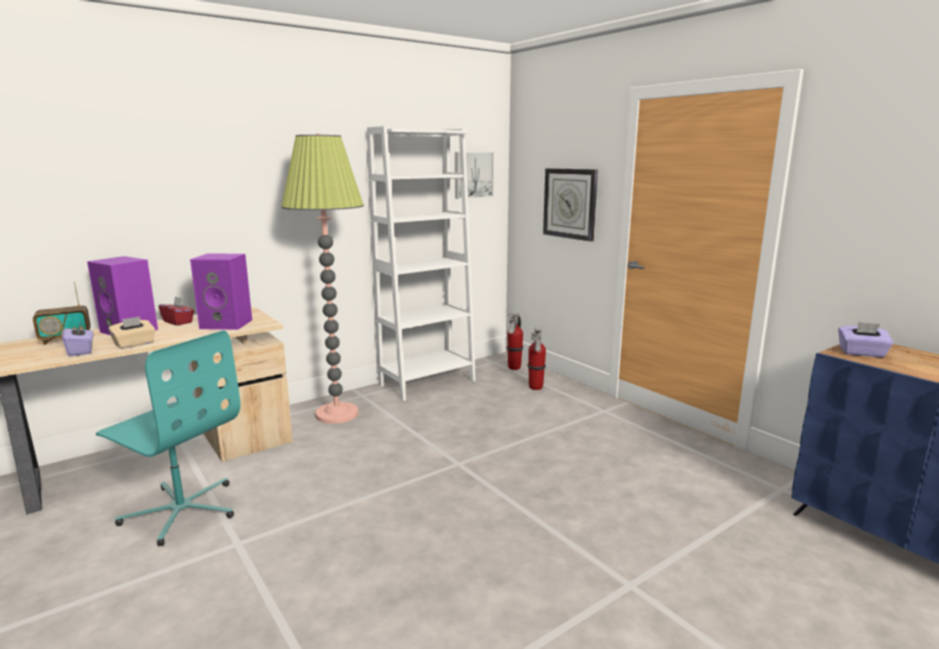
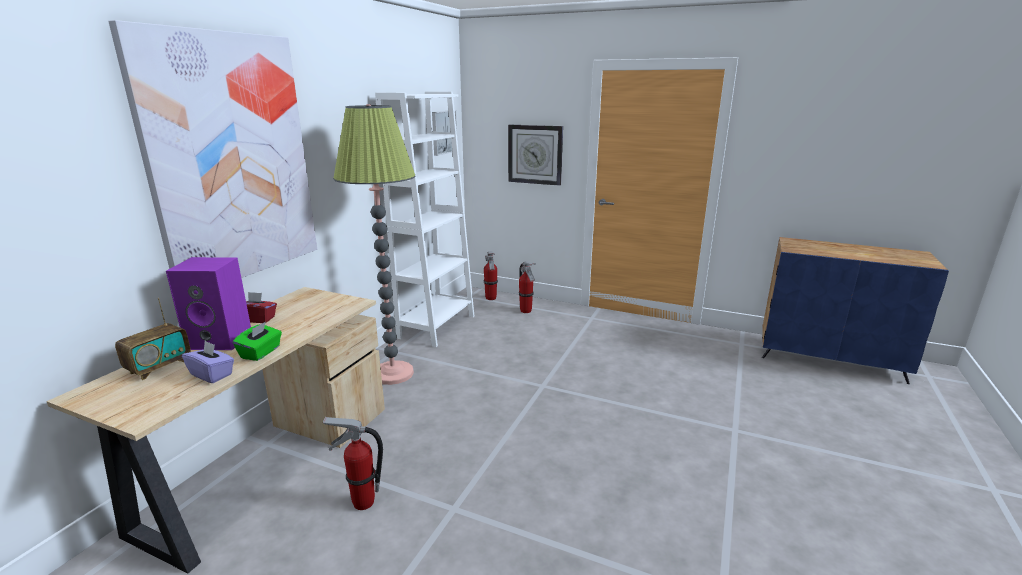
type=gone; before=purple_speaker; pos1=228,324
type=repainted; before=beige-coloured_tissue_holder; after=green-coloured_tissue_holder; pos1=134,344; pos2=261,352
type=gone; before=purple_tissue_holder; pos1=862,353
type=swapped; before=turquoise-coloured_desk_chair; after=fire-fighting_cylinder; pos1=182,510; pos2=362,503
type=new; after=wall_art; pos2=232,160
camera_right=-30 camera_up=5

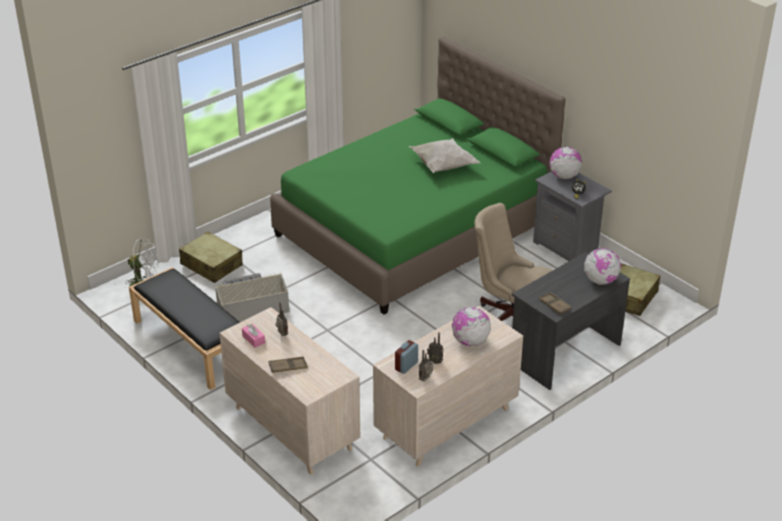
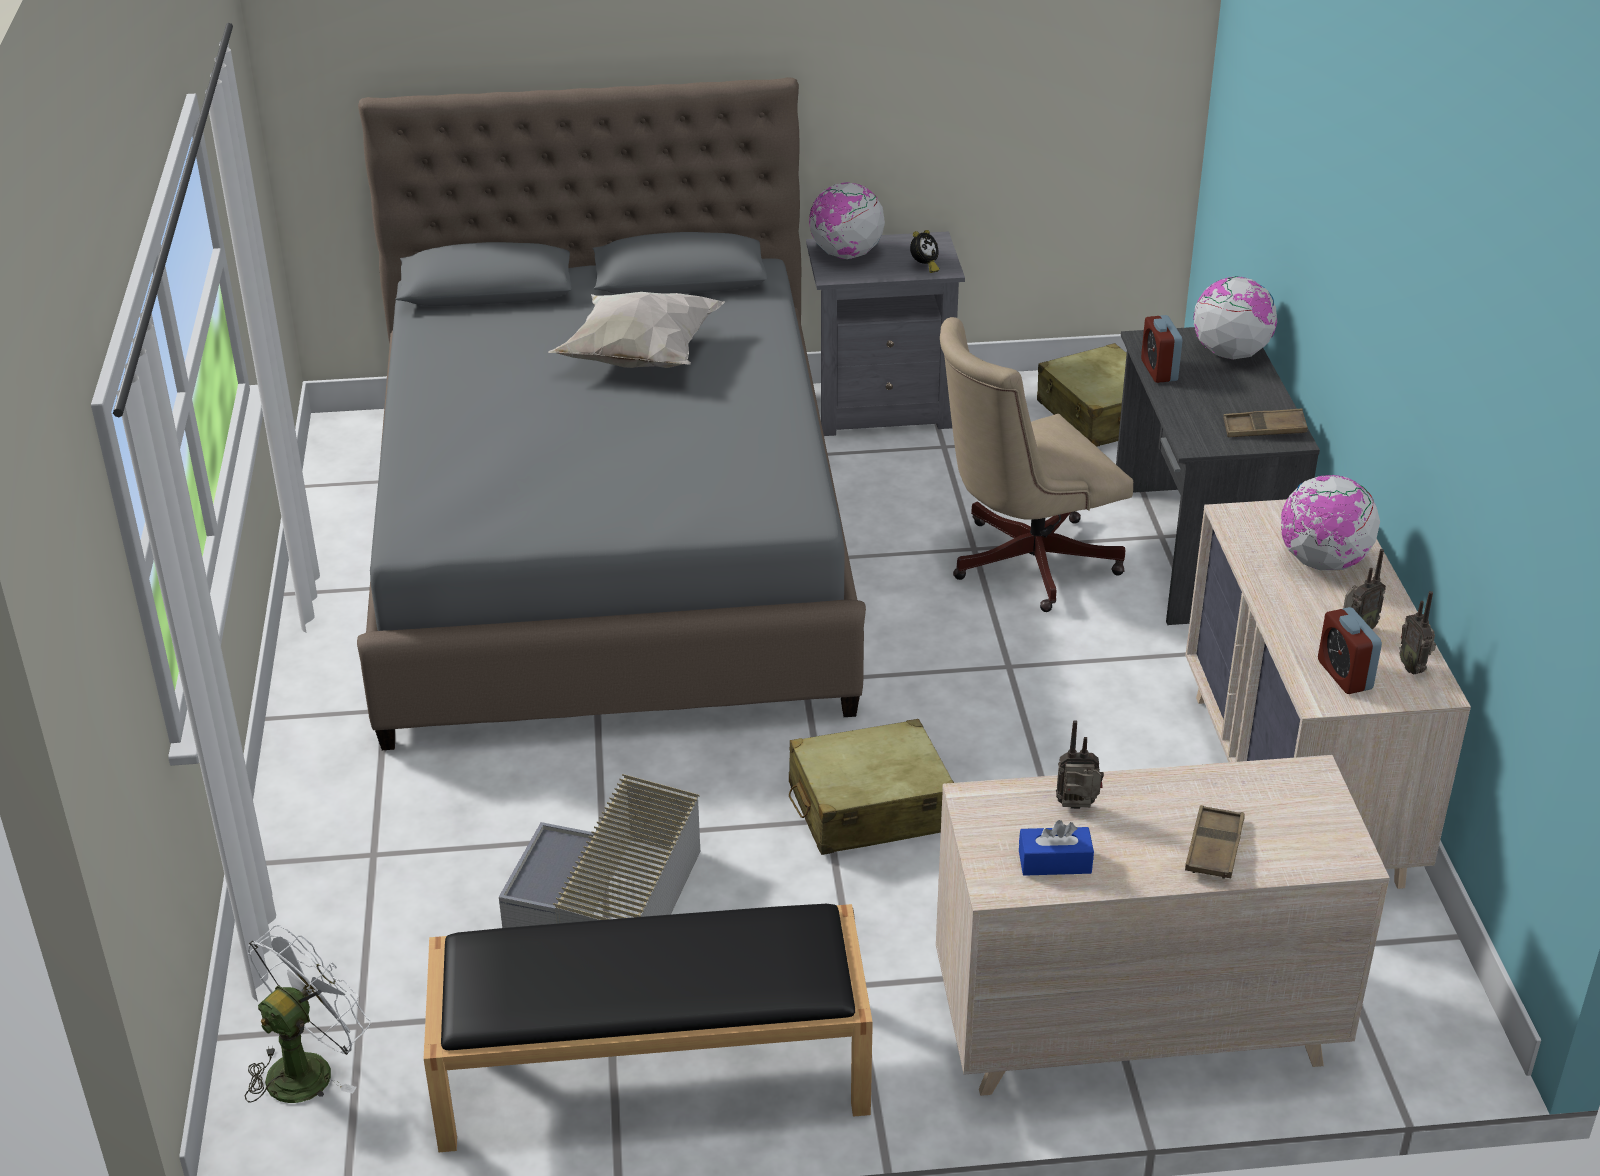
type=repainted; before=green-coloured_bedroom_bed; after=gray_bedroom_bed; pos1=415,230; pos2=611,550
type=shifted; before=beige-coloured_piece_of_luggage; pos1=211,265; pos2=869,808
type=repainted; before=pinkish_tissue_holder; after=blue_tissue_holder; pos1=253,339; pos2=1054,862
type=new; after=table_clock; pos2=1159,370
camera_right=-55 camera_up=0

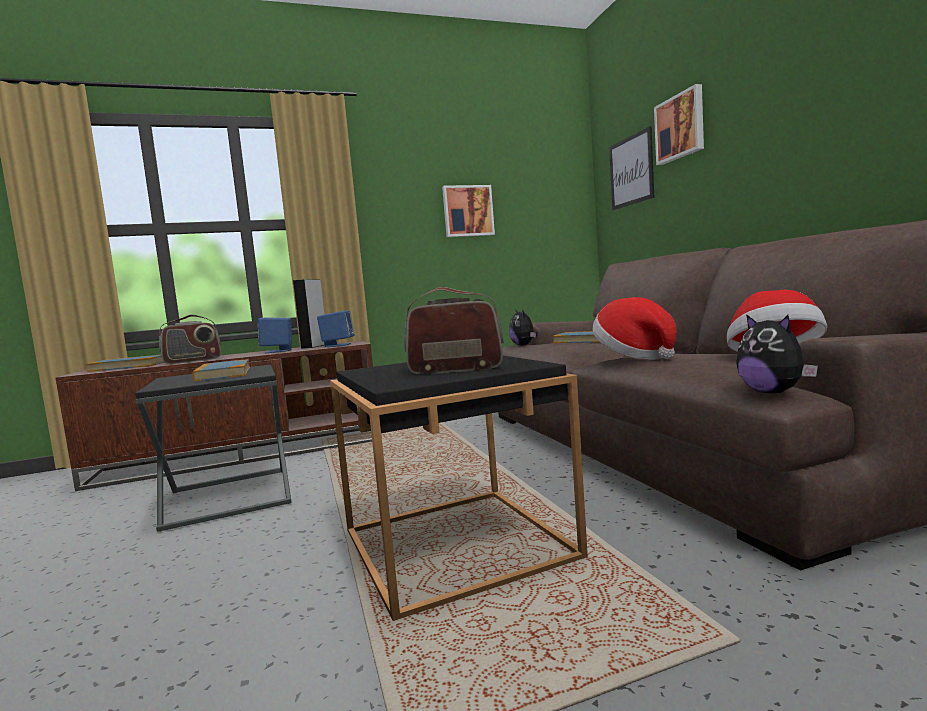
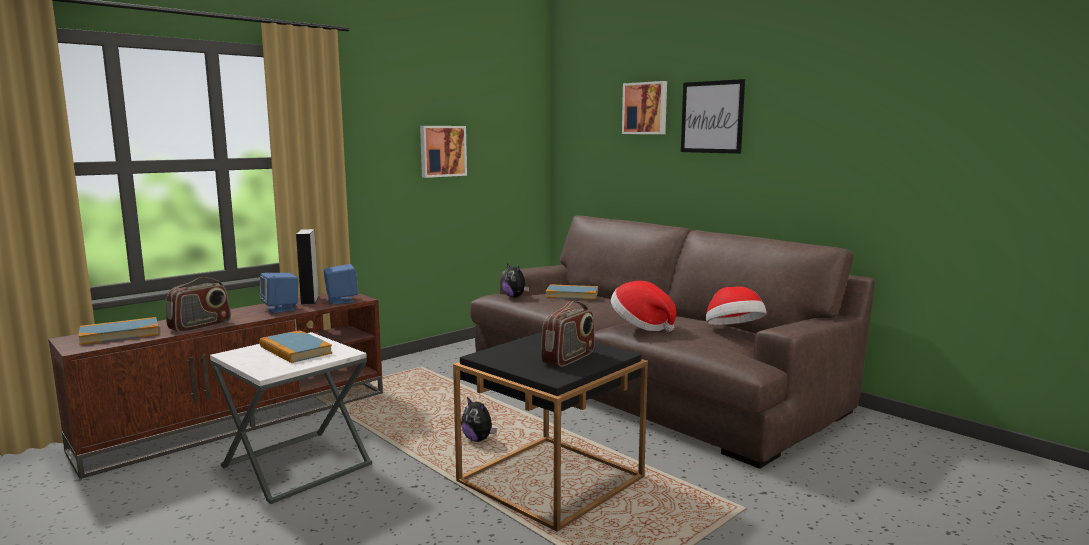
type=shifted; before=wall_art; pos1=631,171; pos2=712,117
type=rotated; before=radio_receiver; pos1=456,369; pos2=569,358; turn=150
type=shifted; before=cuddly_toy; pos1=772,392; pos2=478,439
type=repainted; before=black_side_table; after=white-coloured_side_table; pos1=229,497; pos2=297,466
camera_right=-25 camera_up=5

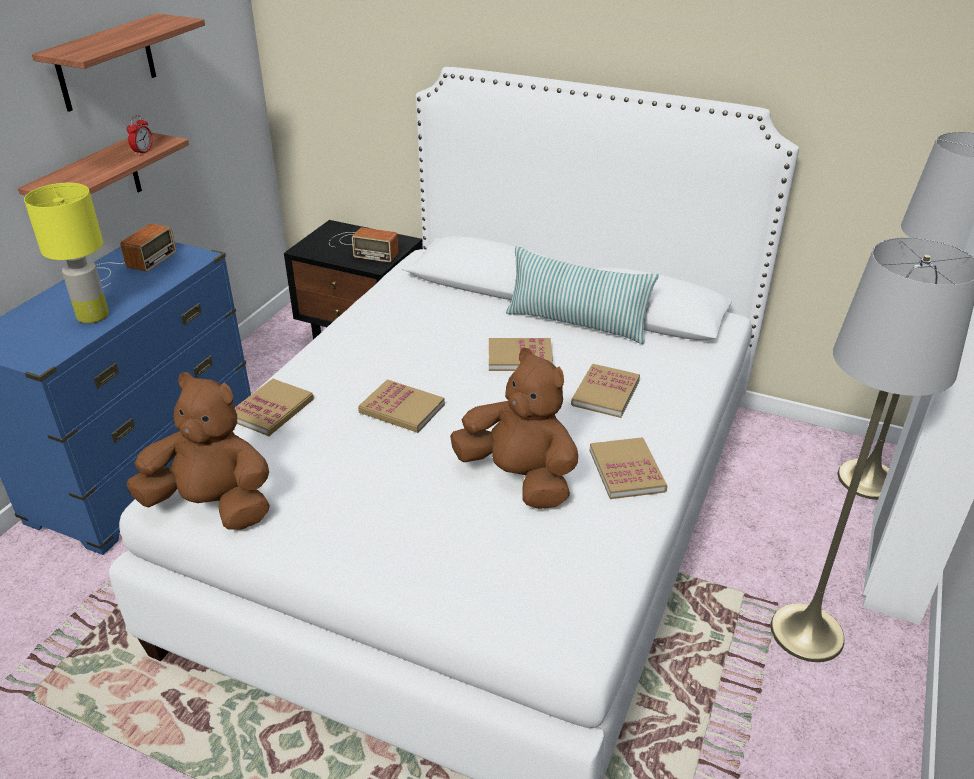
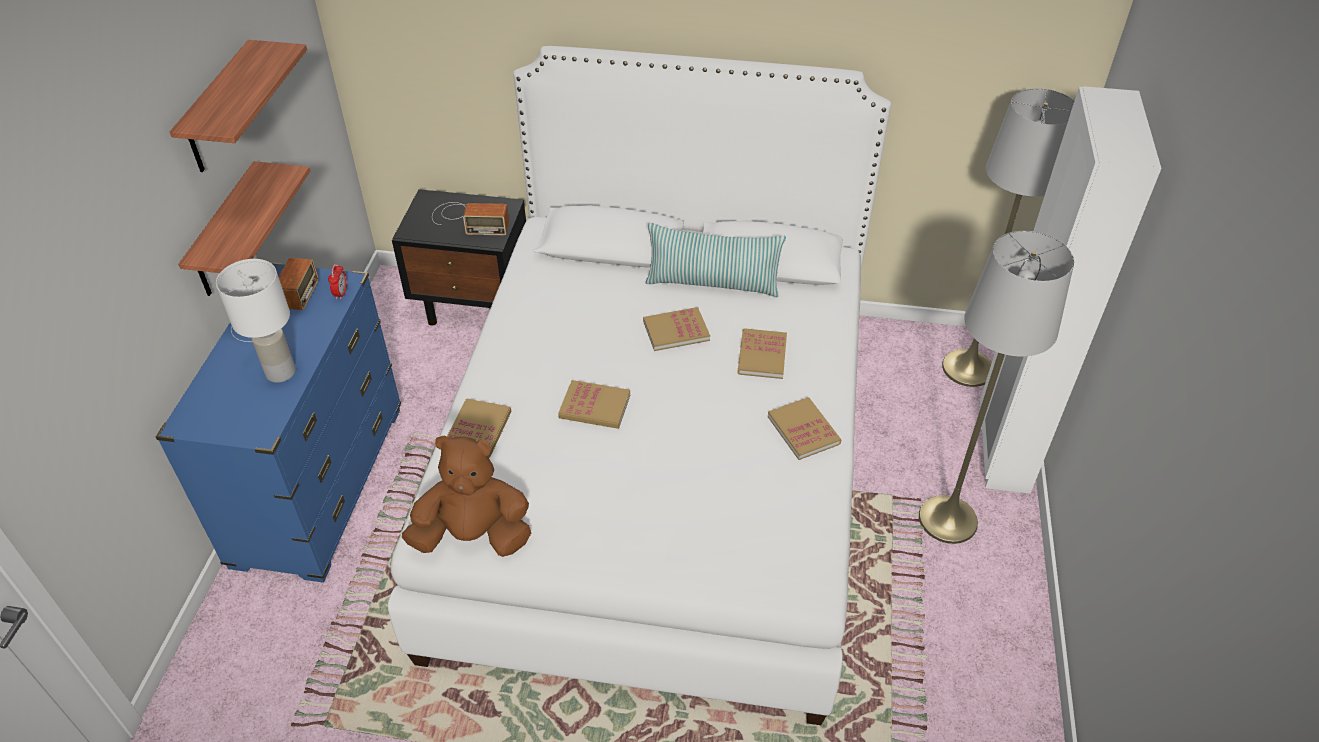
type=shifted; before=table_clock; pos1=143,152; pos2=341,293
type=repainted; before=yellowish_tabletop_lamp; after=white-coloured_tabletop_lamp; pos1=92,316; pos2=280,372
type=gone; before=brown-coloured_cuddly_toy; pos1=519,478
camera_right=-15 camera_up=10

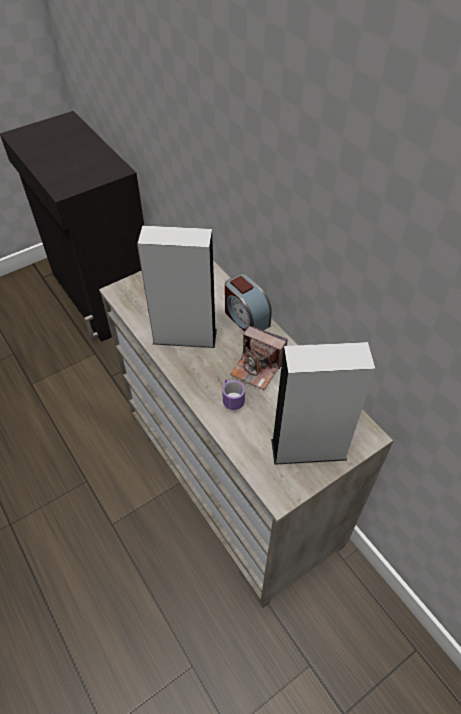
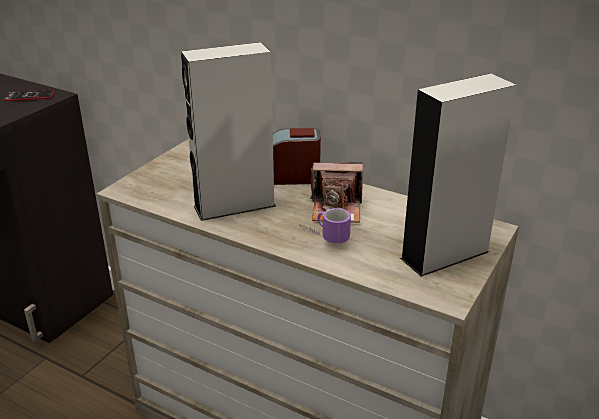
type=rotated; before=table_clock; pos1=246,318; pos2=292,177; turn=150
type=new; after=handset; pos2=29,96
camera_right=-25 camera_up=-20

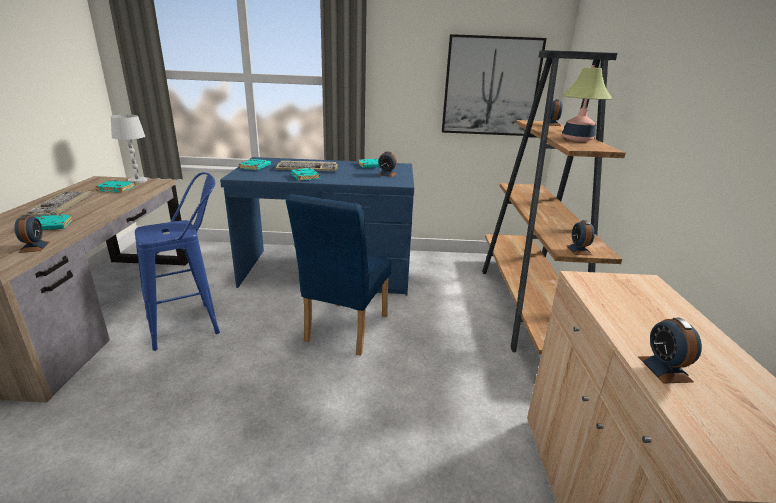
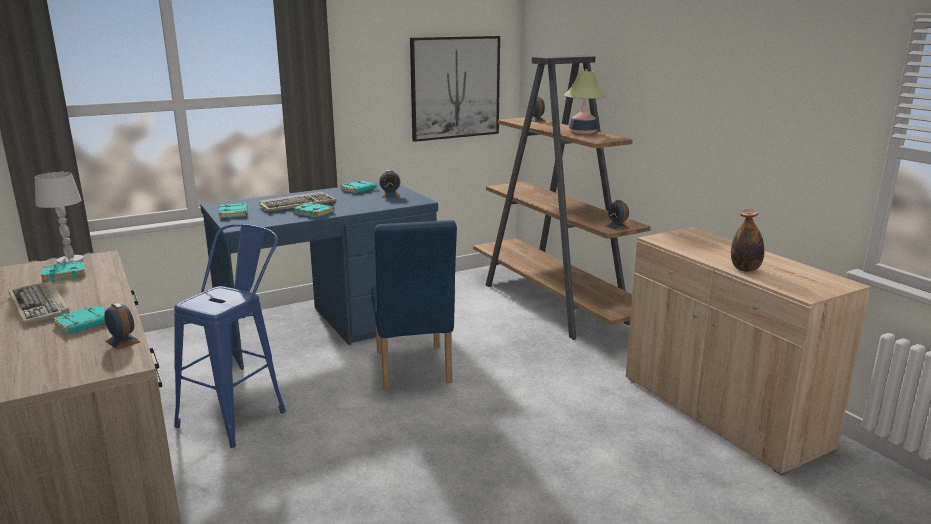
type=swapped; before=table_clock; after=bottle; pos1=664,369; pos2=745,269
camera_right=-30 camera_up=-5

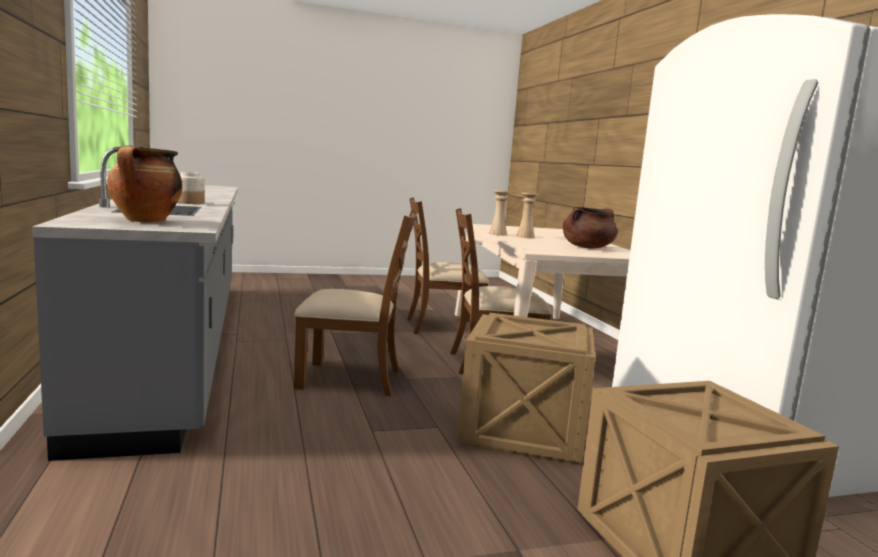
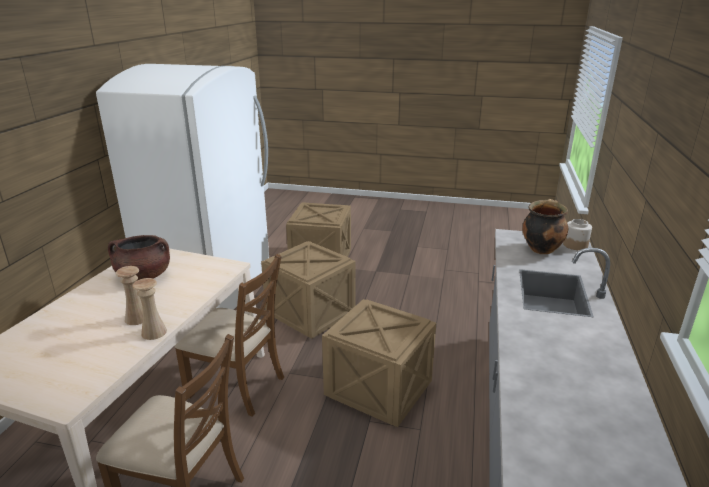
type=shifted; before=preserve_jar; pos1=189,202; pos2=575,245
type=swapped; before=brown-coloured_chair; after=shipping_crate; pos1=351,378; pos2=377,389
camera_right=-150 camera_up=15

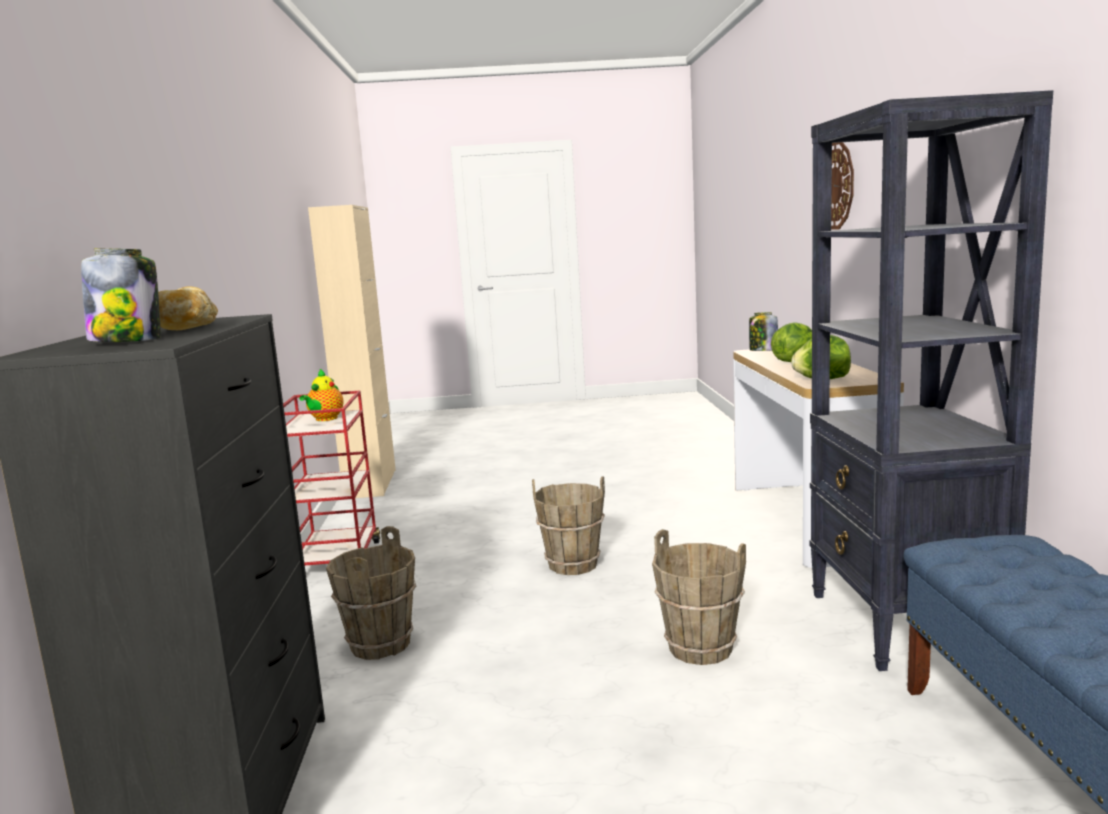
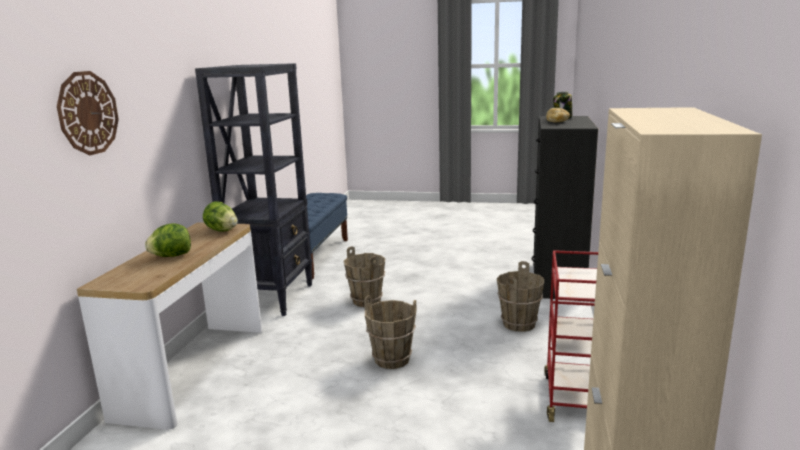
type=gone; before=preserve_jar; pos1=763,350
type=gone; before=pot_for_tea; pos1=325,419
camera_right=-165 camera_up=5

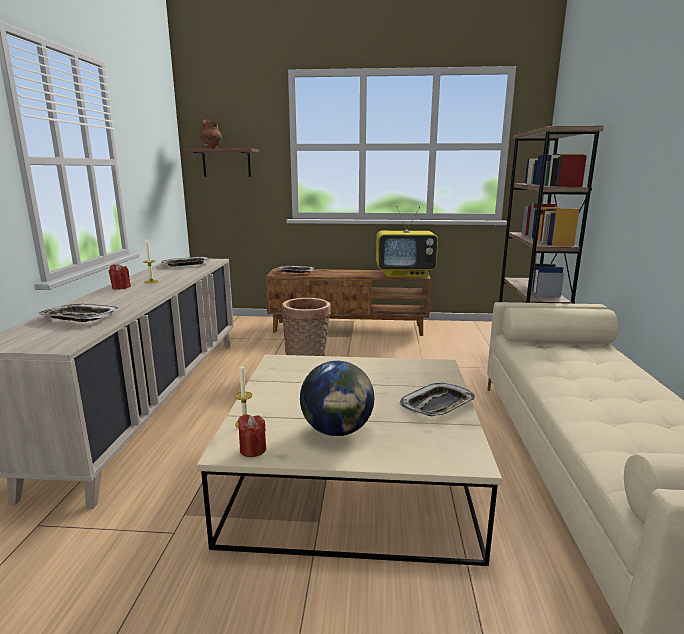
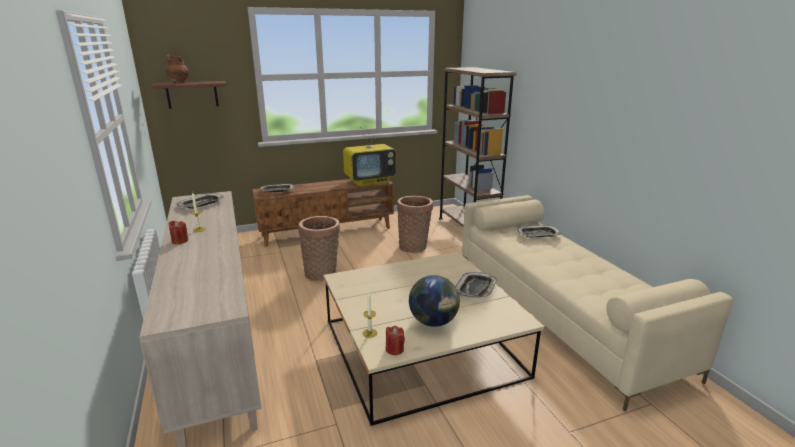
type=shifted; before=carrying_tray; pos1=79,318; pos2=538,234
type=new; after=storage_basket; pos2=414,246
camera_right=-25 camera_up=5

